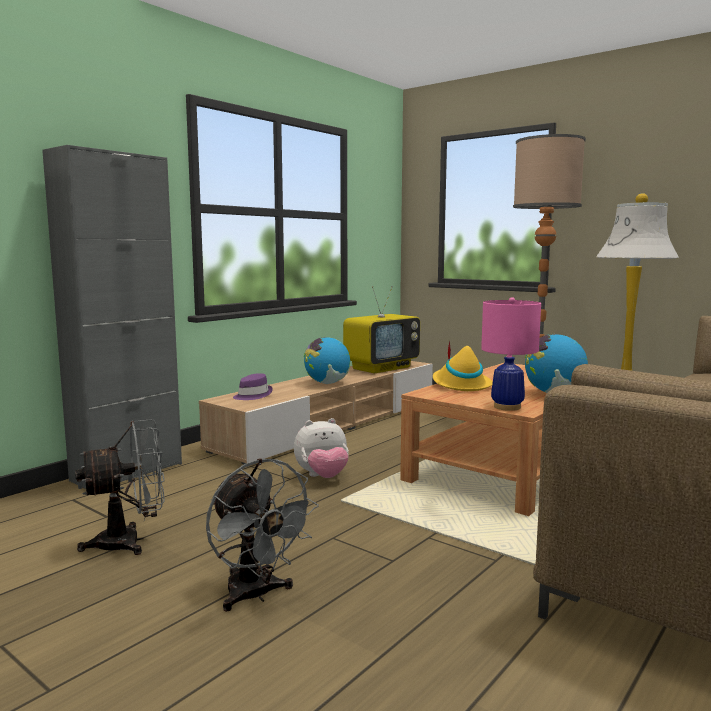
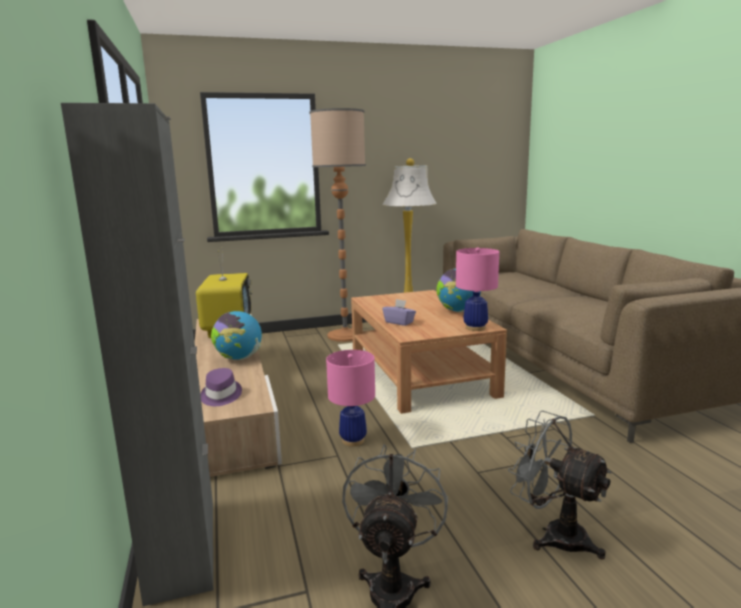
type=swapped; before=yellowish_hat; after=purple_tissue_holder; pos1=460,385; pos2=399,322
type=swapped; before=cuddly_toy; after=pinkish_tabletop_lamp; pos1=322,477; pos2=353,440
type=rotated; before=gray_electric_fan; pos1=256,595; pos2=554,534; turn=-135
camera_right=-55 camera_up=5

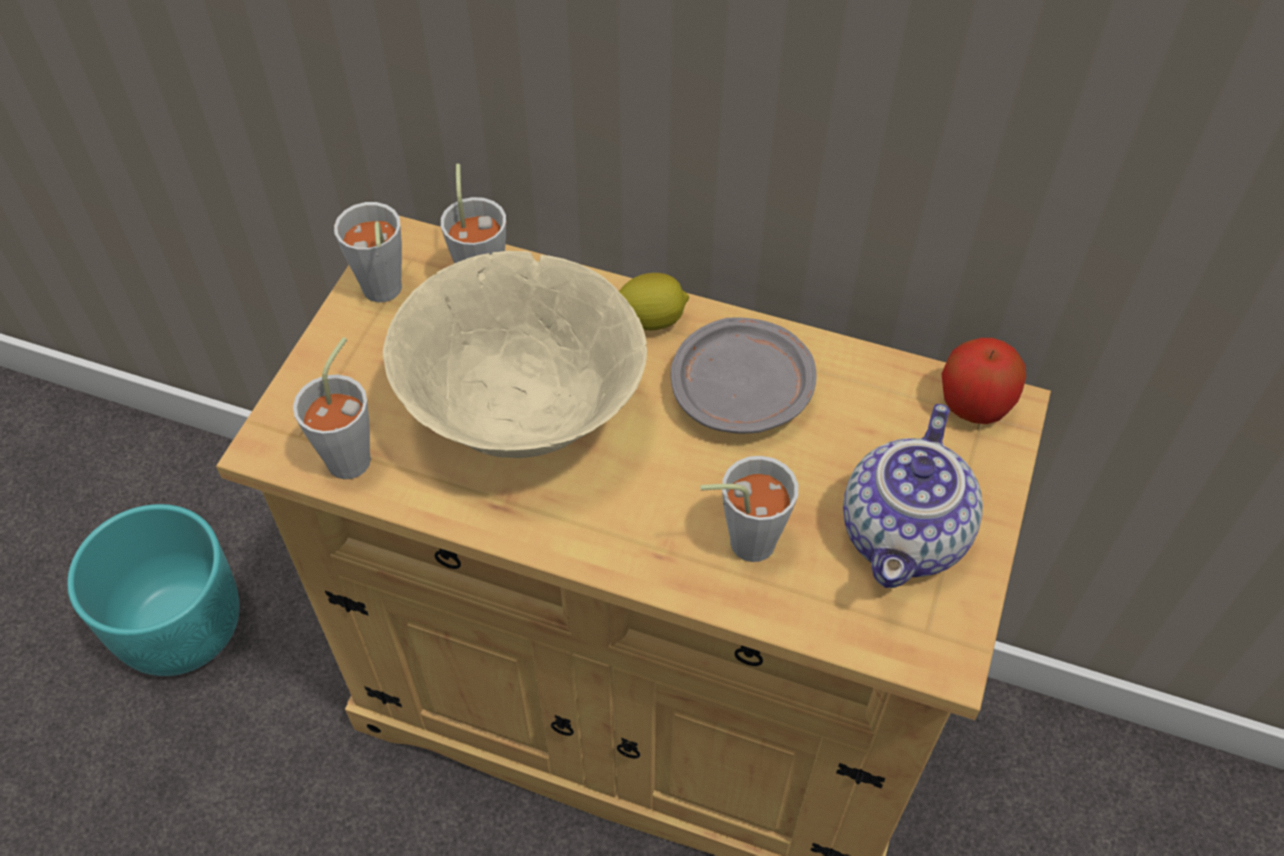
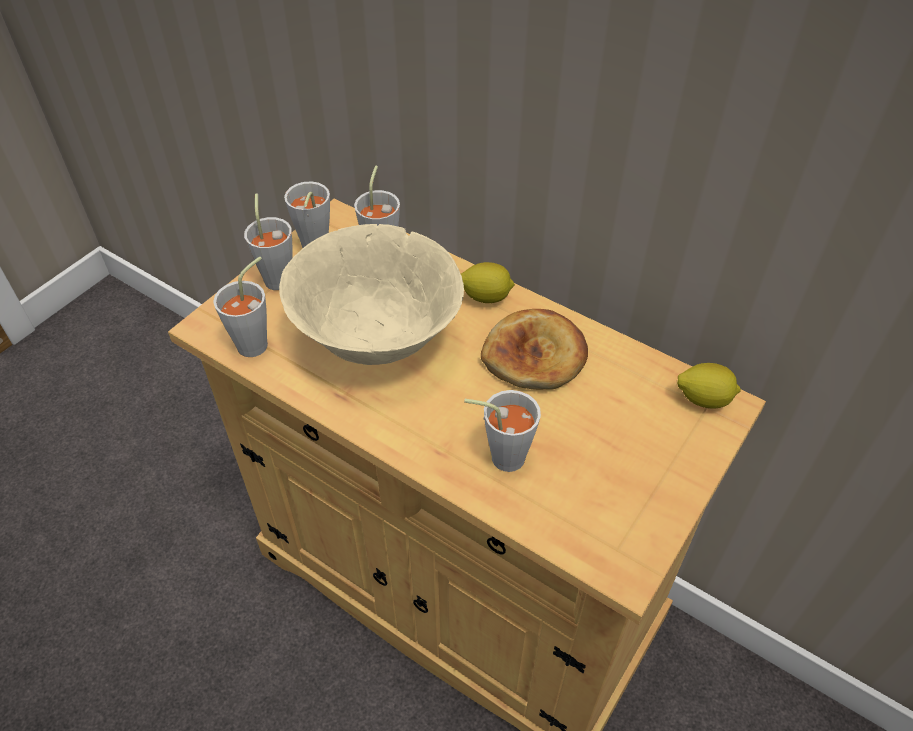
type=swapped; before=gray_flat_dish; after=bakery_bread; pos1=742,390; pos2=535,355
type=swapped; before=apple; after=whole_lemon; pos1=974,405; pos2=703,399
type=gone; before=pot_for_tea; pos1=906,537
type=gone; before=turquoise-coloured_flower_pot; pos1=182,625
type=new; after=gray_cup; pos2=278,275
camera_right=15 camera_up=-5

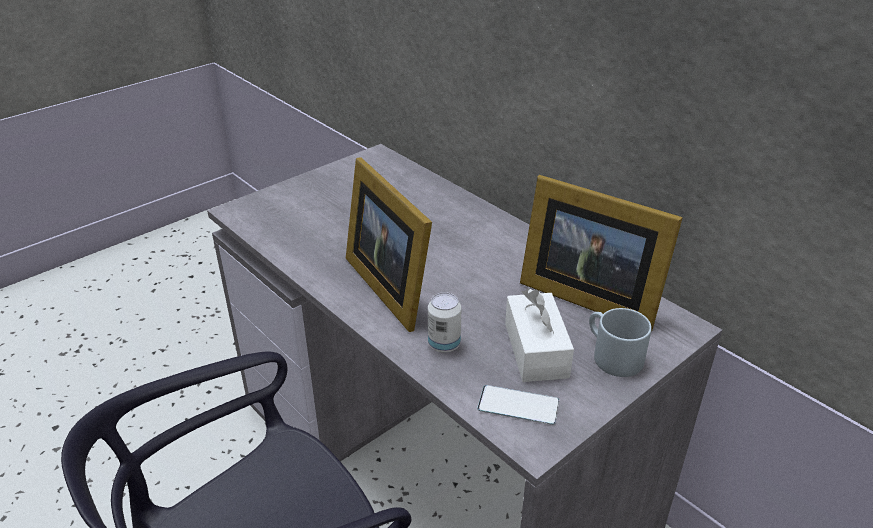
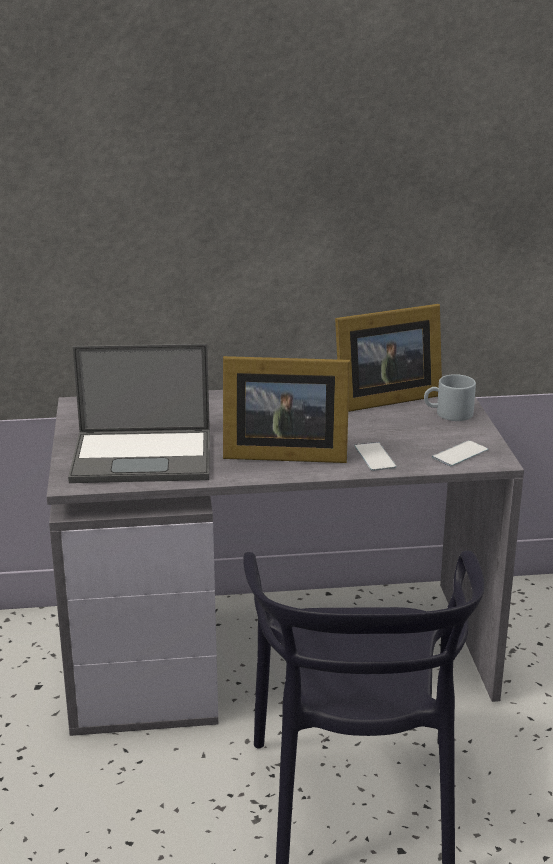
type=gone; before=white-coloured_tissue_holder; pos1=536,350
type=swapped; before=metal_can; after=handset; pos1=444,345; pos2=374,457
type=new; after=laptop; pos2=144,456
camera_right=-55 camera_up=-10

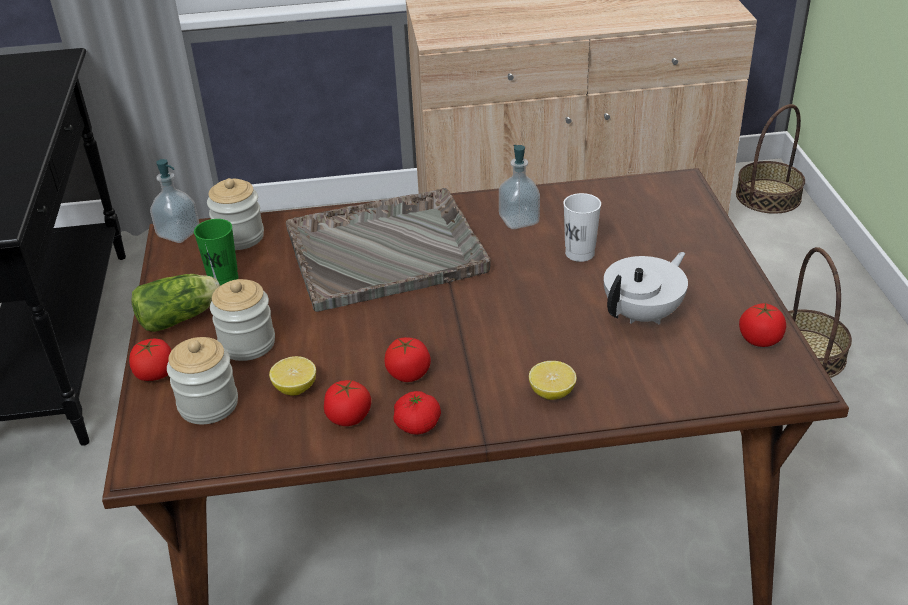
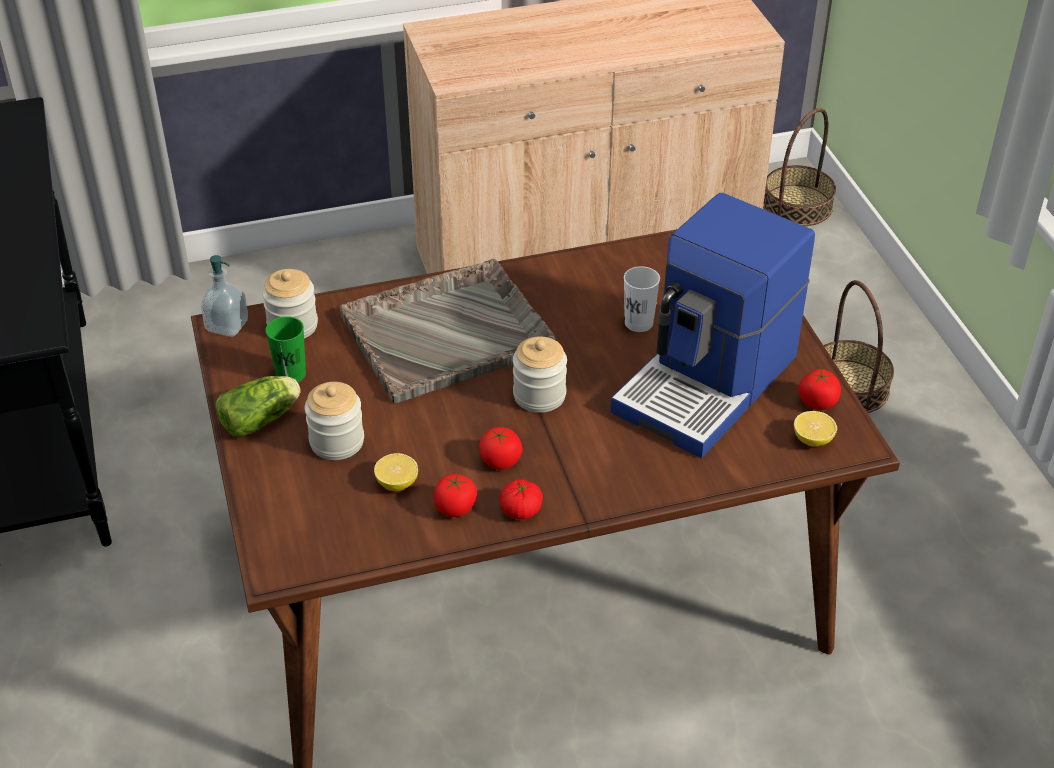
type=gone; before=liquid_soap_bottle; pos1=519,220
type=swapped; before=white-coloured_pot_for_tea; after=coffee_machine; pos1=643,314; pos2=709,384
type=shifted; before=preserve_jar; pos1=208,404; pos2=539,395
type=gone; before=fresh_tomato; pos1=155,374
type=shifted; before=whole_lemon; pos1=552,393; pos2=812,440
camera_right=-10 camera_up=5

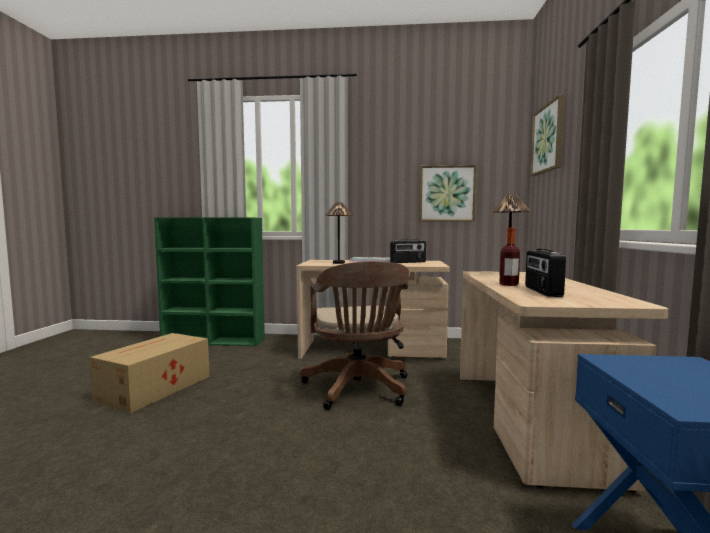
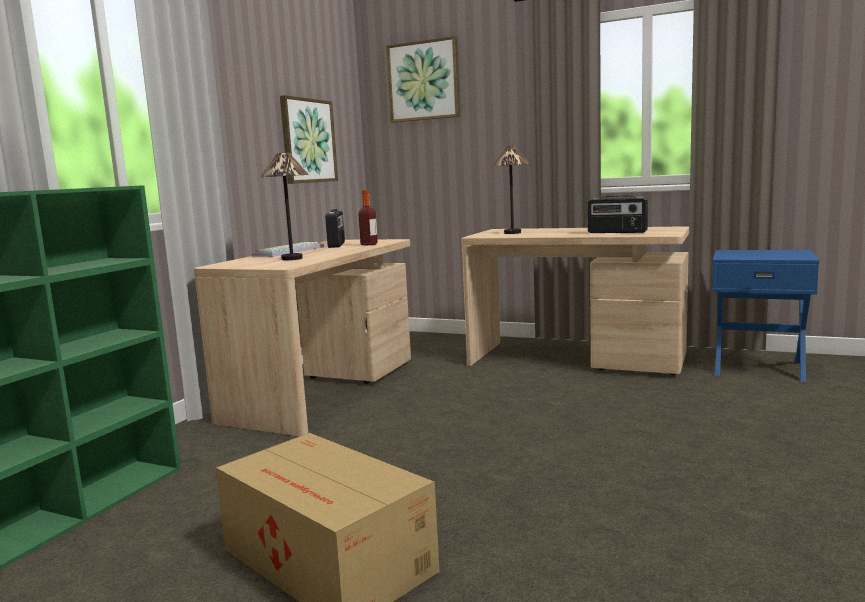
type=shifted; before=bottle; pos1=509,284; pos2=369,244
type=gone; before=brown-coloured_desk_chair; pos1=358,389
camera_right=-70 camera_up=5

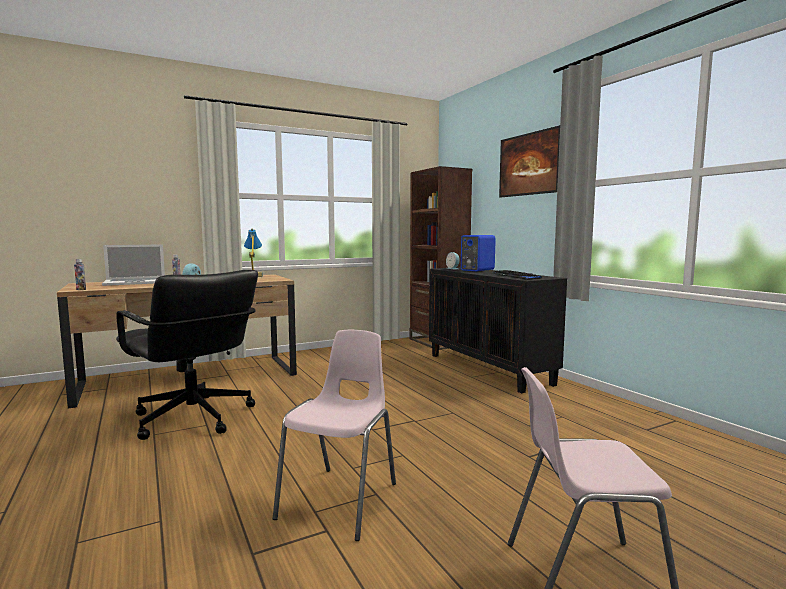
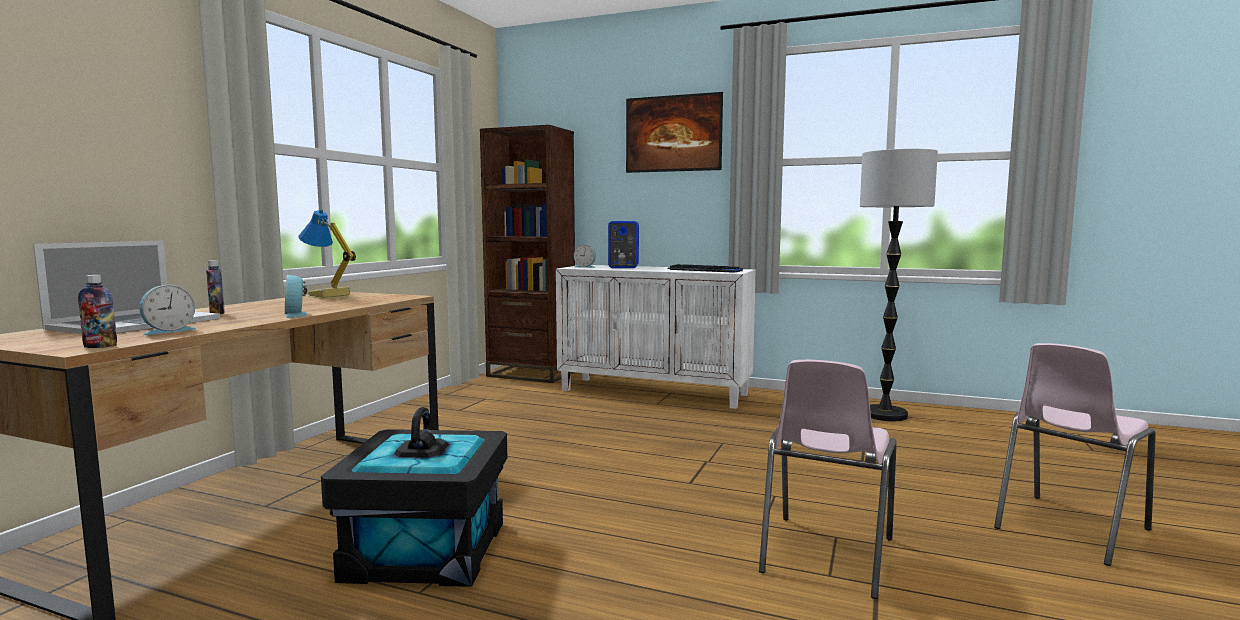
type=repainted; before=black_cabinet; after=white-coloured_cabinet; pos1=489,369; pos2=655,392
type=swapped; before=black_desk_chair; after=black_storage_box; pos1=193,418; pos2=427,551
type=rotated; before=pinkish_chair; pos1=341,500; pos2=825,555; turn=-135
type=new; after=standing_lamp; pos2=885,415
type=new; after=table_clock; pos2=167,331
camera_right=-40 camera_up=0

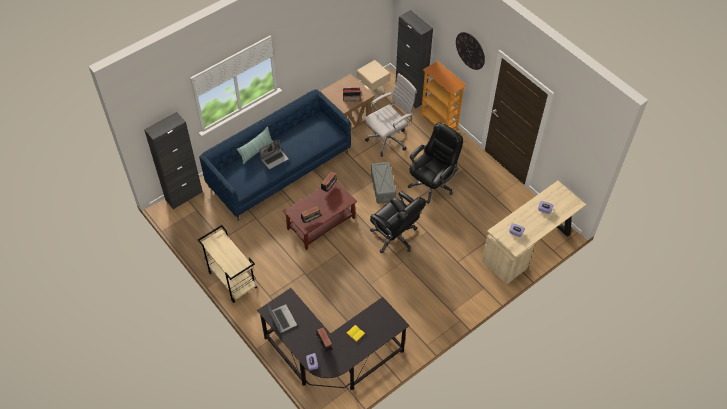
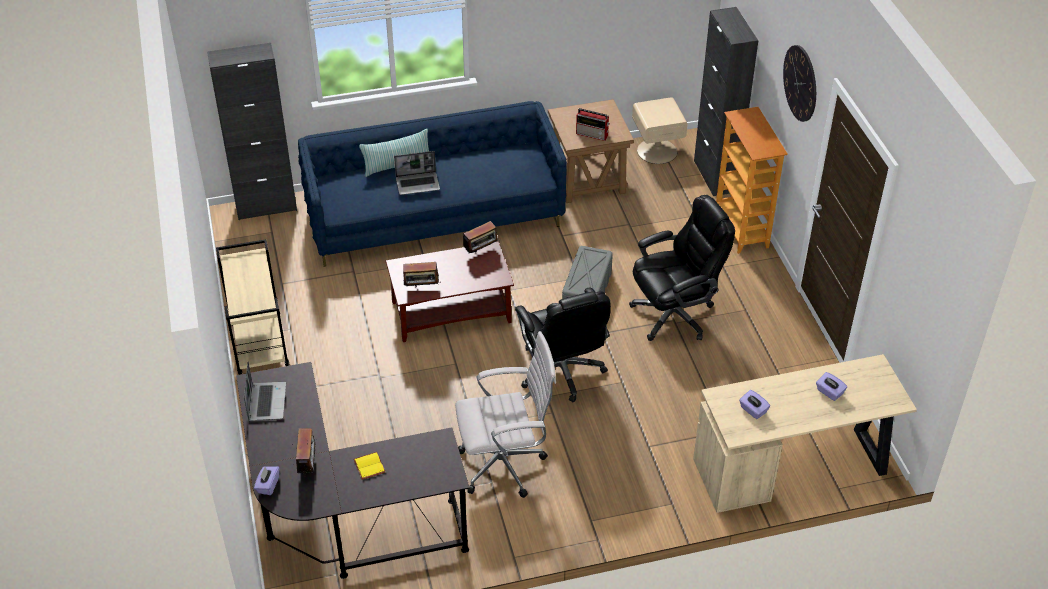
type=shifted; before=white-coloured_desk_chair; pos1=389,139; pos2=506,465
camera_right=25 camera_up=-10

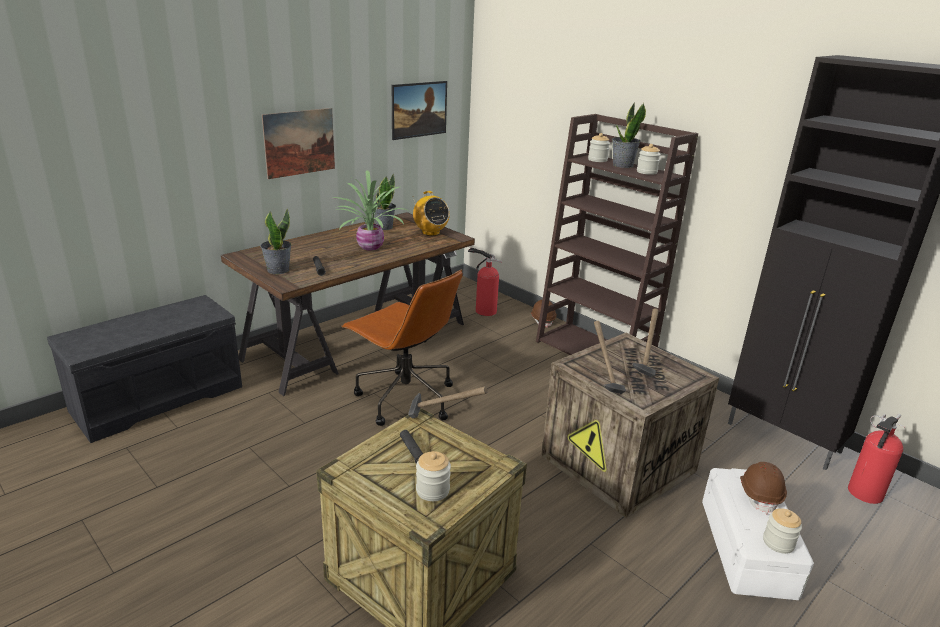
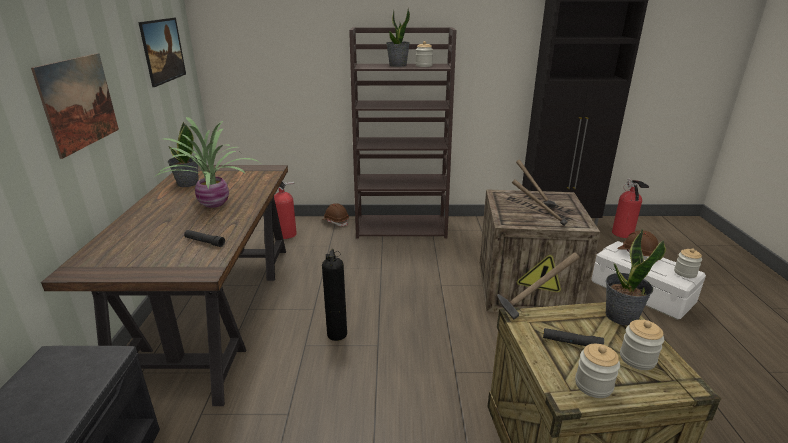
type=shifted; before=preserve_jar; pos1=597,160; pos2=593,385
type=gone; before=radio_receiver; pos1=430,232
type=shifted; before=plant_in_a_pot; pos1=278,270; pos2=621,316
type=swapped; before=brown-coloured_desk_chair; after=fire-fighting_cylinder; pos1=404,398; pos2=337,333
camera_right=-45 camera_up=0

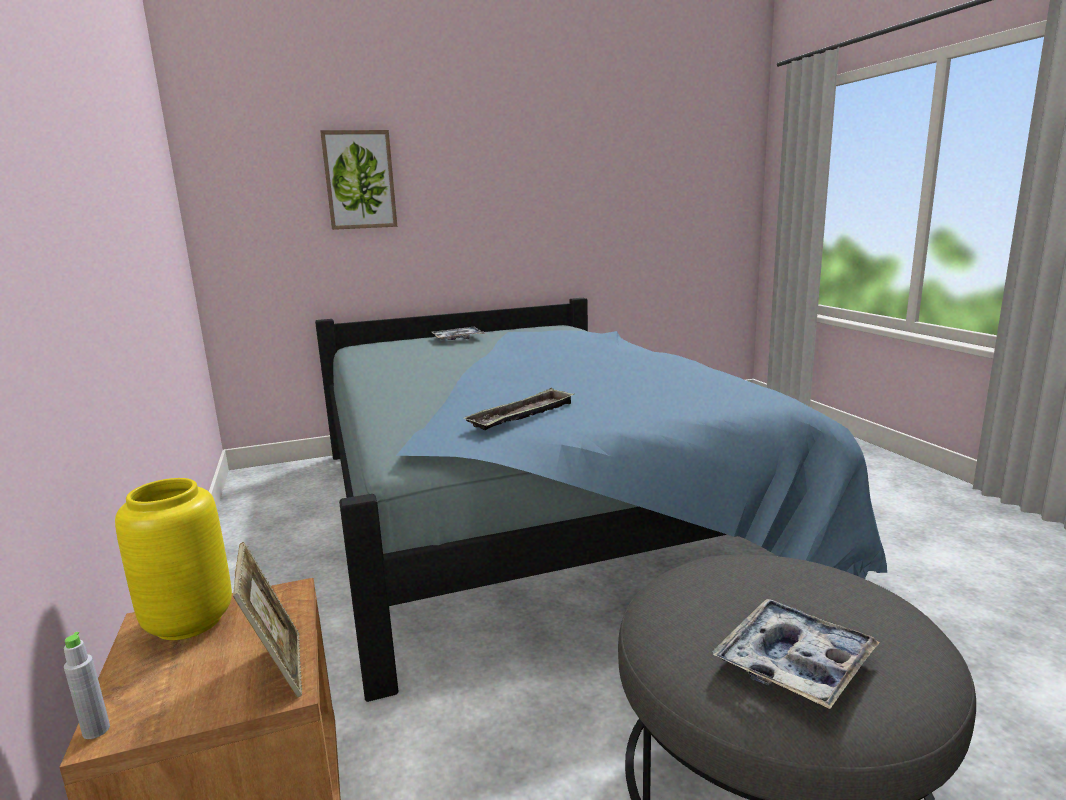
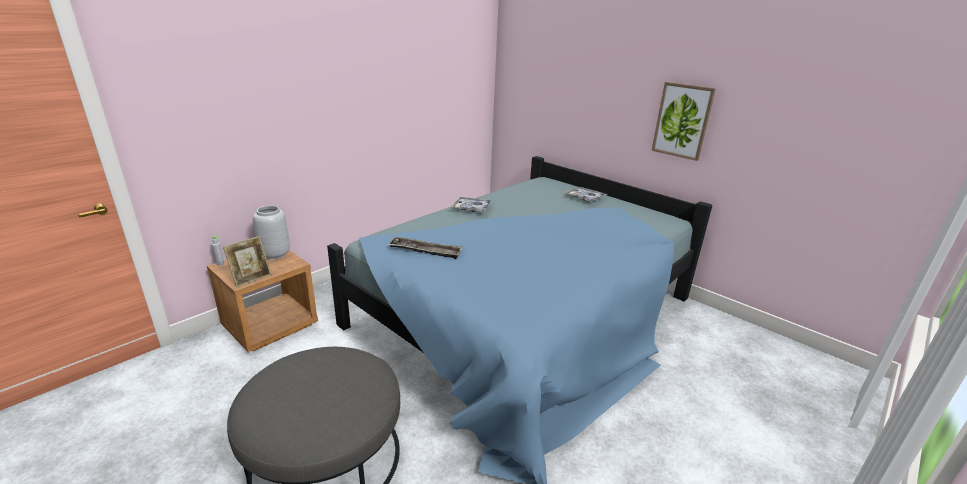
type=shifted; before=wall_art; pos1=359,180; pos2=682,121
type=repainted; before=yellowish_vase; after=gray_vase; pos1=187,622; pos2=275,254
type=shifted; before=carrying_tray; pos1=794,662; pos2=472,208
camera_right=60 camera_up=10

